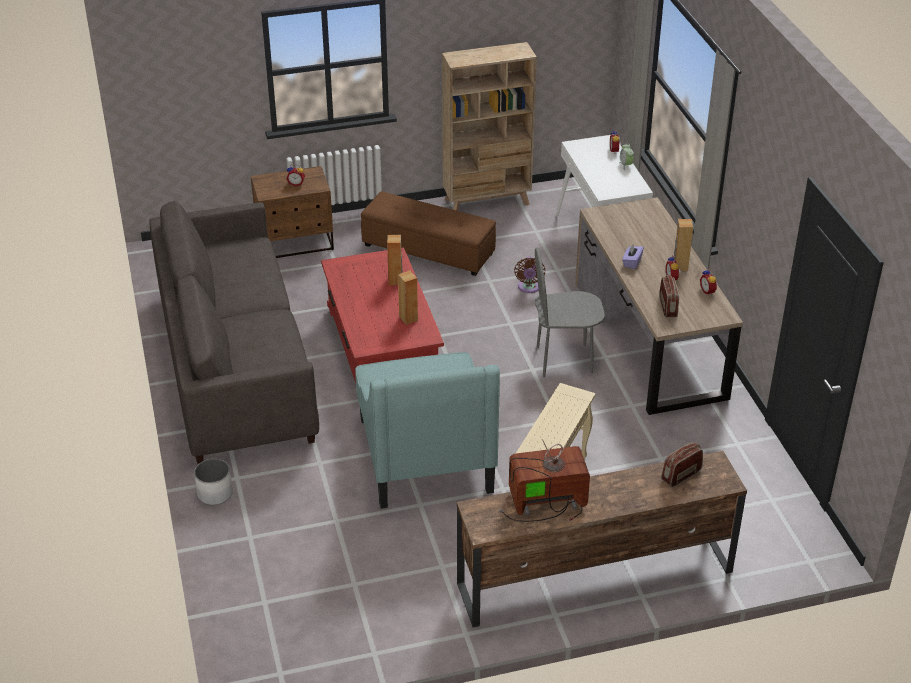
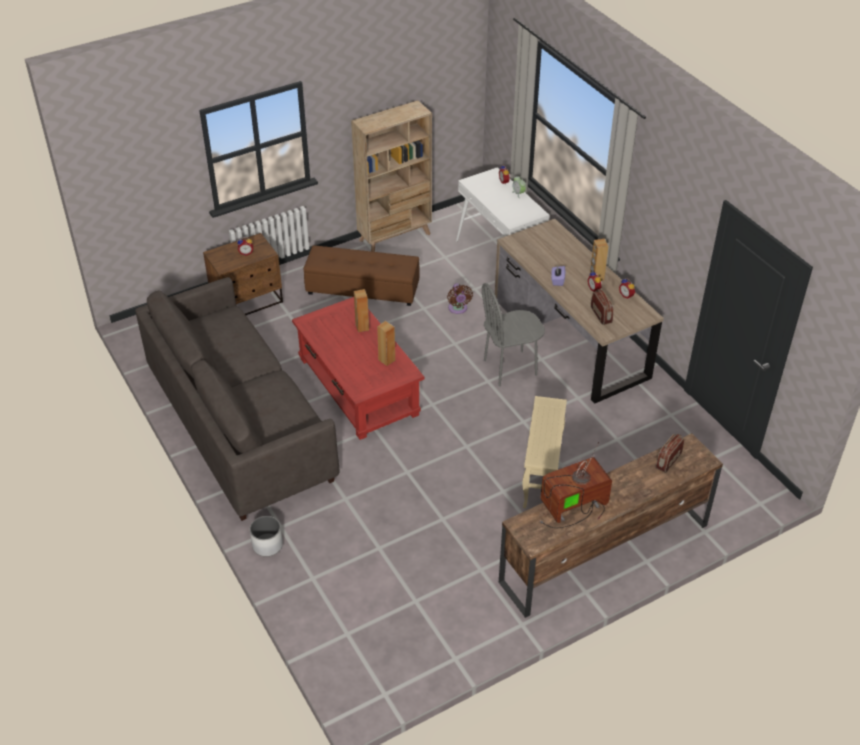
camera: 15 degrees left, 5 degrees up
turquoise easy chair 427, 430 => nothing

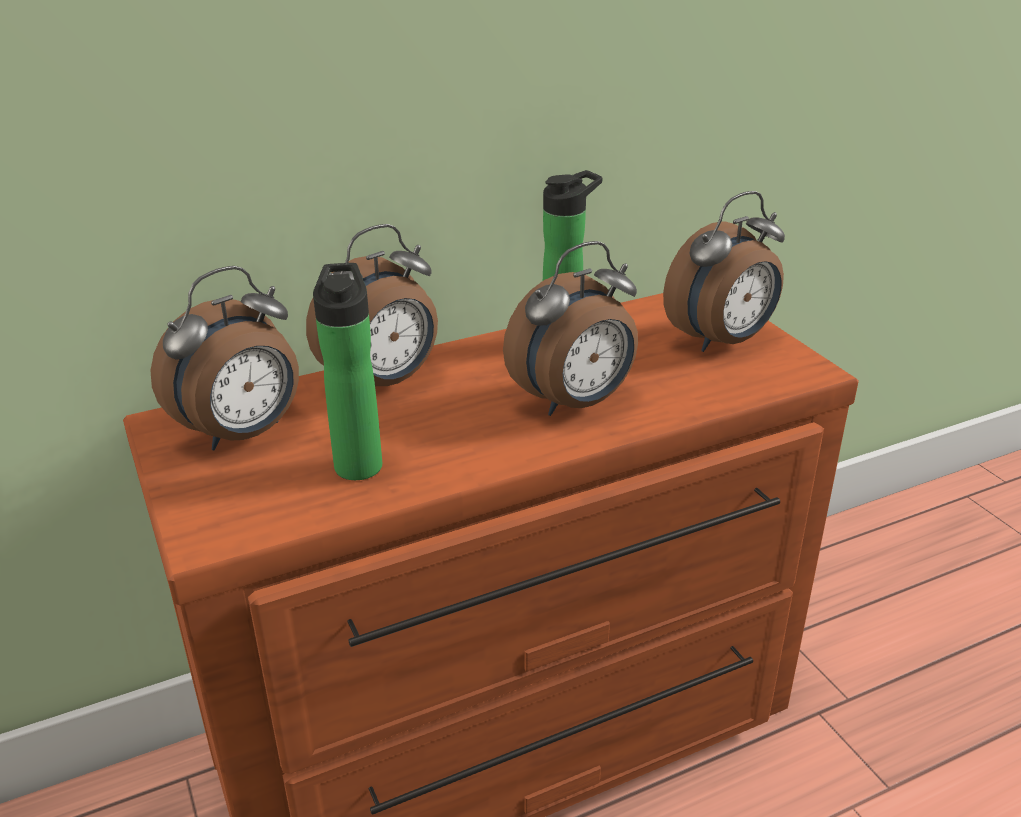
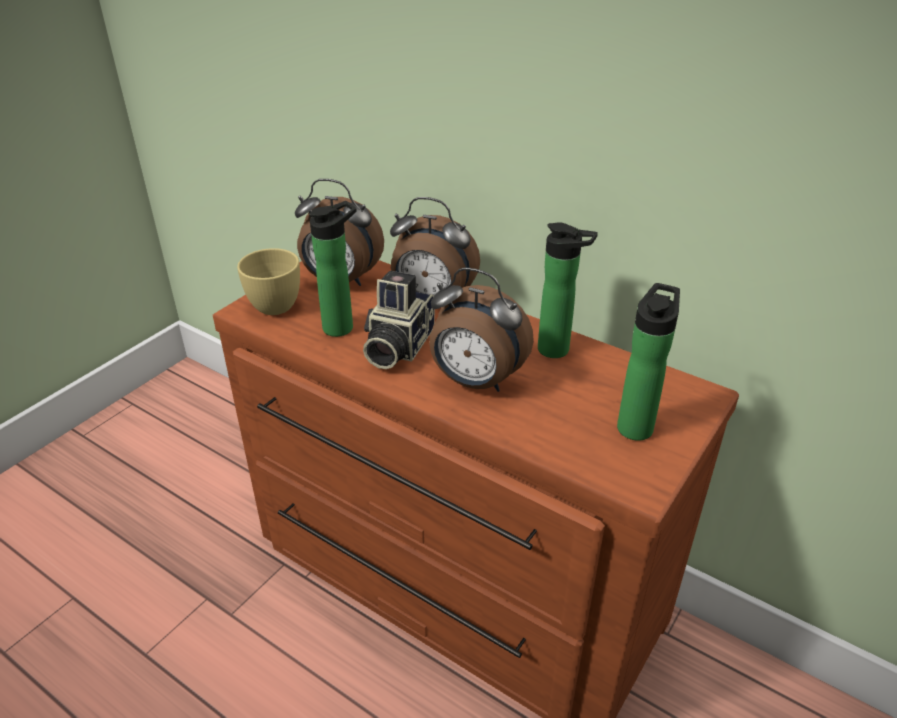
camera: 60 degrees right, 5 degrees up
nothing => yellow-coloured drinking cup 268, 281
nothing => still camera 399, 320
table clock 724, 271 => bottle 648, 362

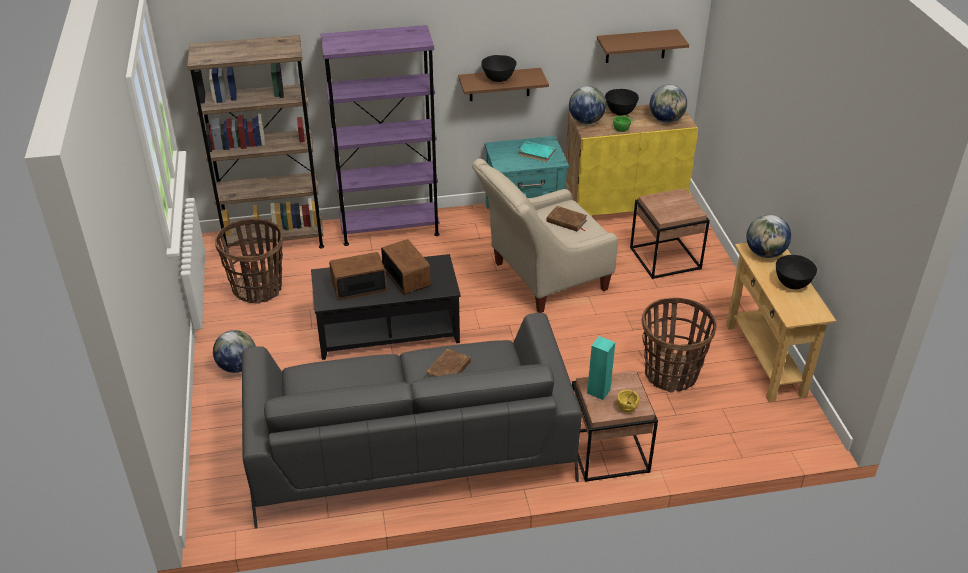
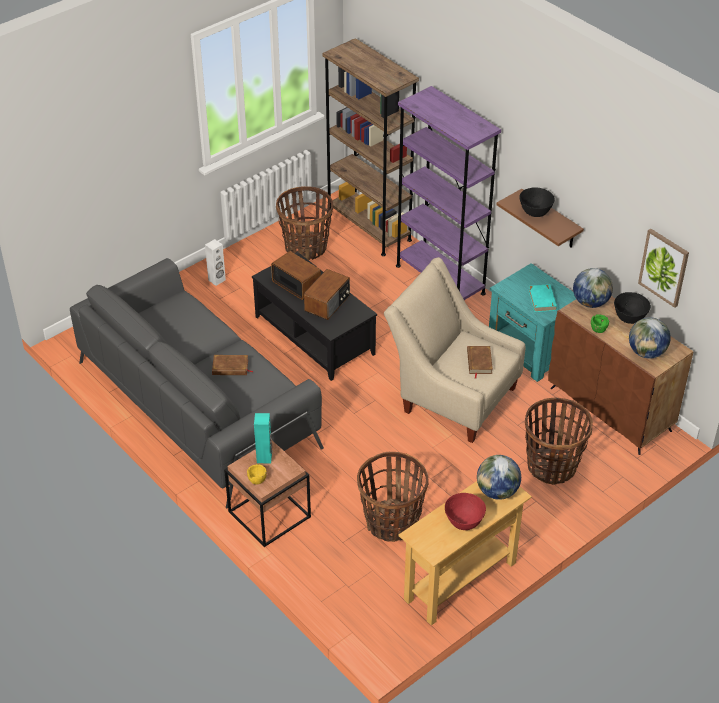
camera: 60 degrees right, 5 degrees up
desk globe 234, 351 => white-coloured loudspeaker 215, 262
black-coloured bowl 796, 272 => reddish bowl 465, 511
brownish end table 670, 233 => storage basket 559, 441
yellow-coloured cupboard 632, 160 => brownish cupboard 621, 375
brownish shelf 643, 46 => wall art 663, 268

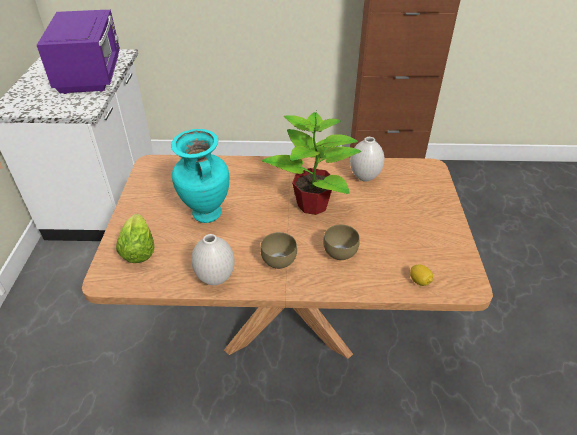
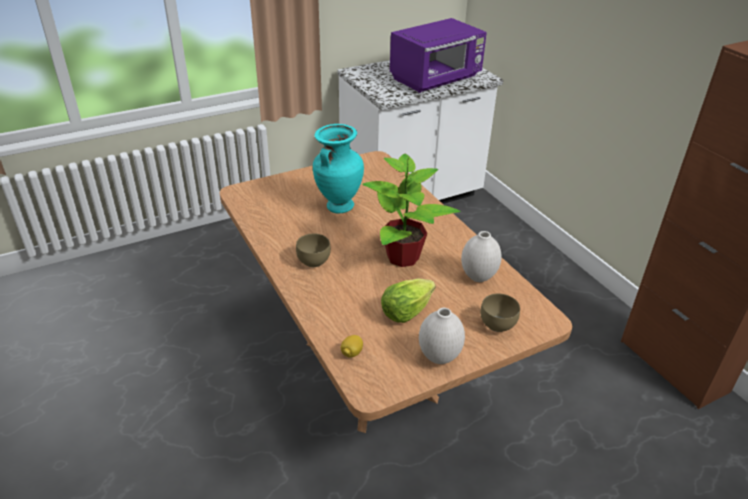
camera: 60 degrees right, 5 degrees down
lettuce head 135, 238 => lettuce head 408, 301, relocated
white-coloured decorative vase 213, 259 => white-coloured decorative vase 442, 336, relocated
brownish bowl 341, 242 => brownish bowl 500, 312, relocated

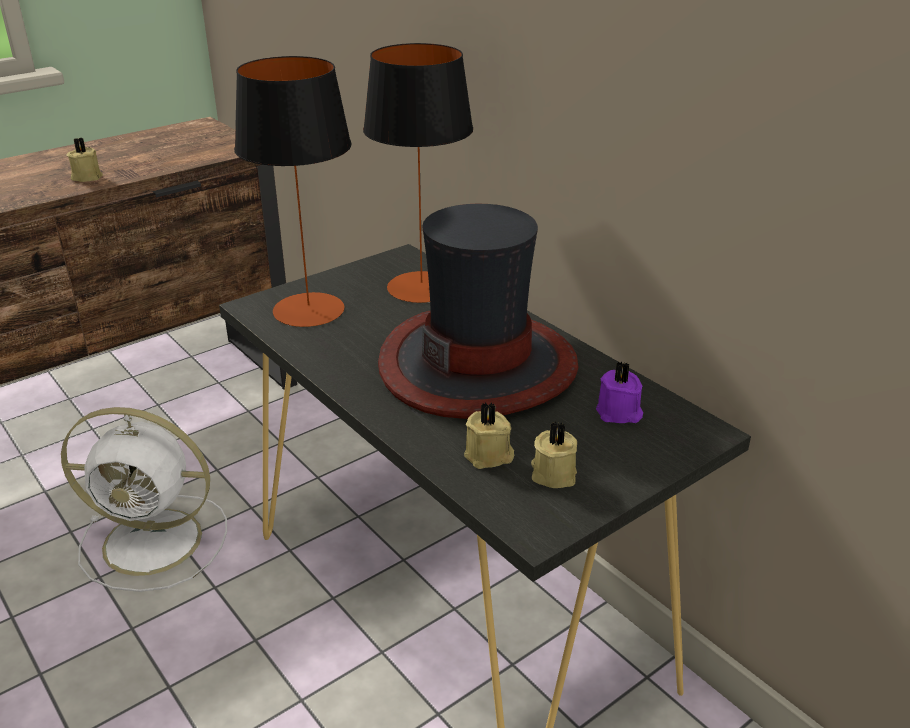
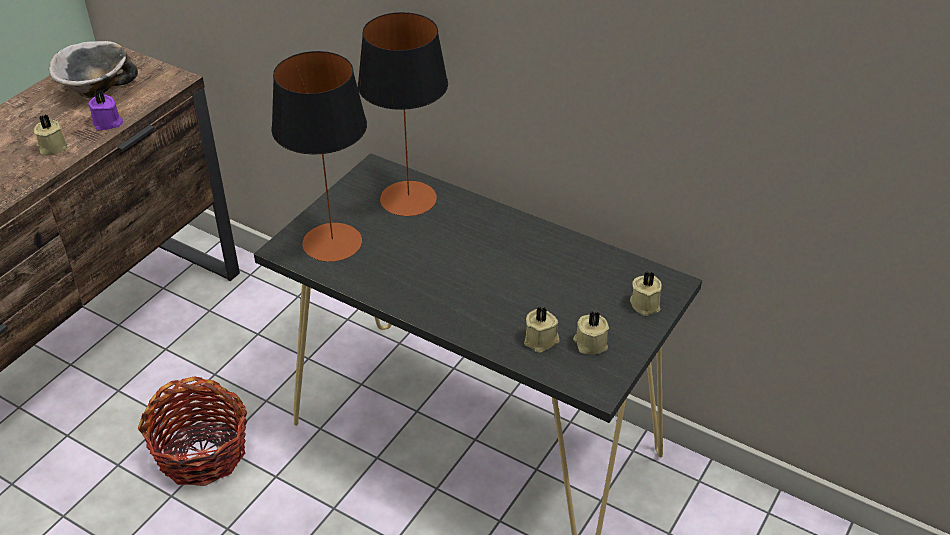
camera: 20 degrees left, 10 degrees up
nothing => bowl 93, 69
purple-coloured wax light 619, 392 => purple-coloured wax light 105, 110, relocated
white-coloured cooling fan 144, 499 => storage basket 192, 431
nothing => beige wax light 646, 293
clothing hat 478, 311 => nothing

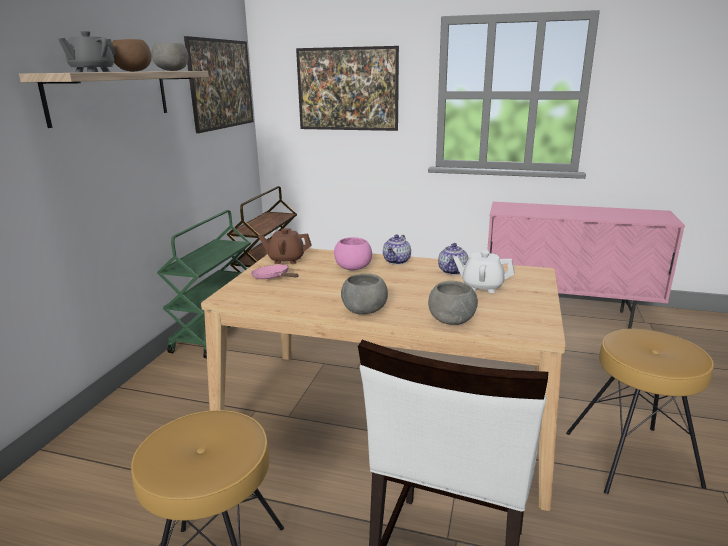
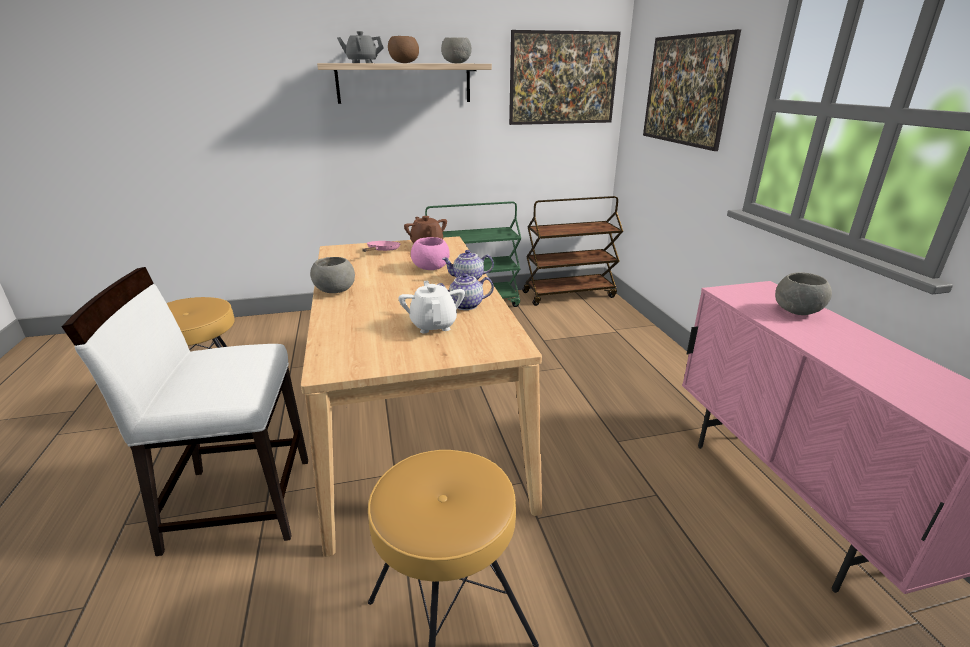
camera: 60 degrees right, 5 degrees up
greyish bowl 453, 303 => greyish bowl 803, 293, relocated

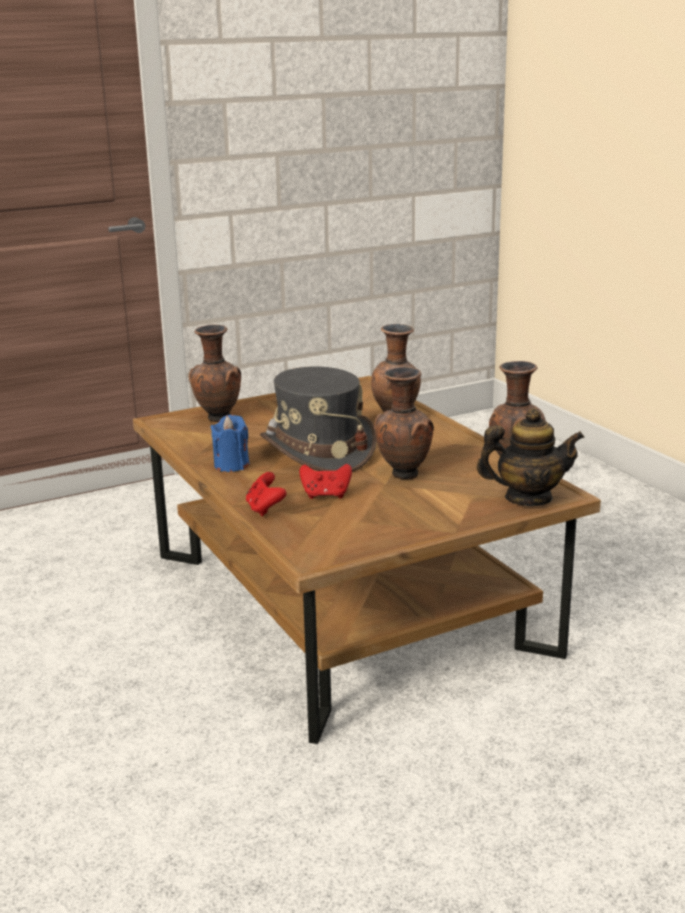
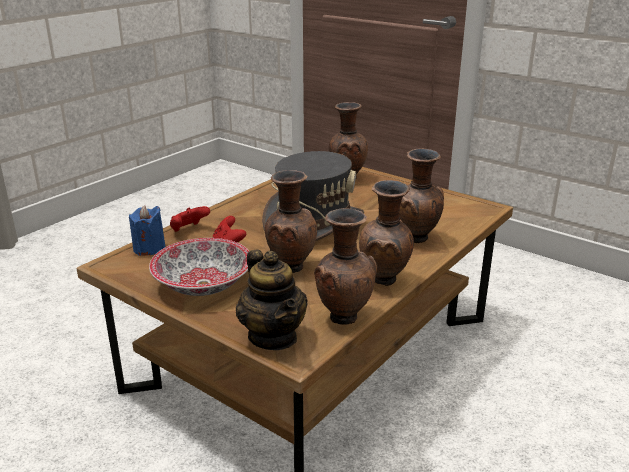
camera: 65 degrees right, 5 degrees up
blue wax light 230, 443 => blue wax light 147, 230, relocated
nothing => bowl 199, 267
nothing => brownish decorative vase 386, 233

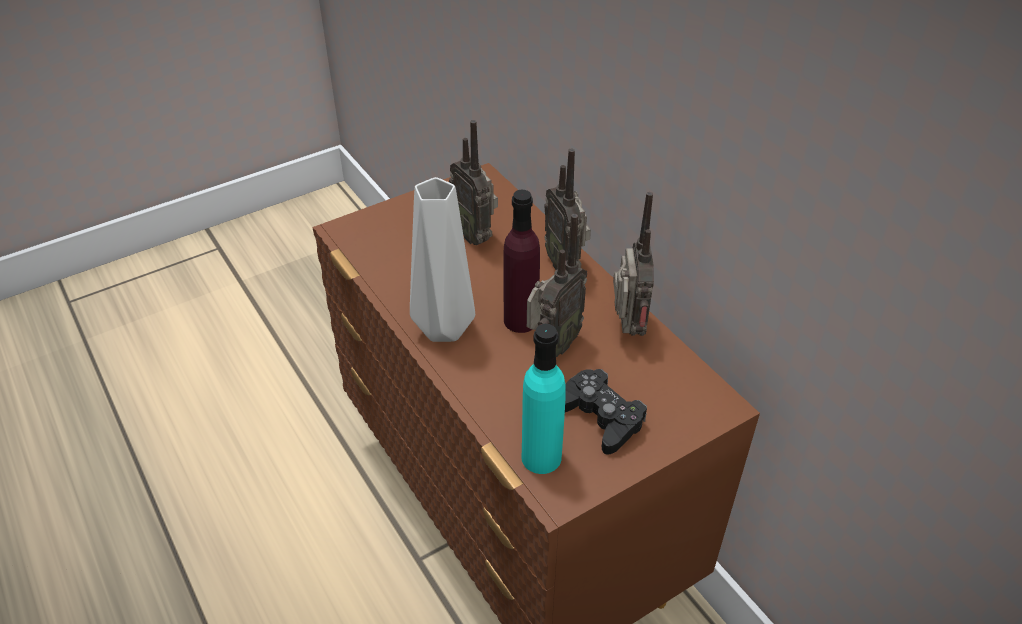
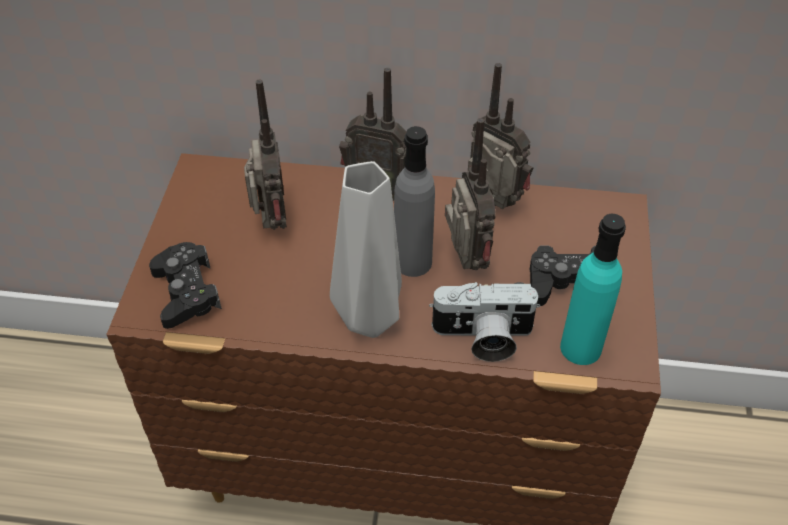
camera: 50 degrees left, 5 degrees up
nothing => black-coloured joypad 185, 285
radio set 473, 182 => radio set 265, 155, 105 degrees counterclockwise
purple-coloured bottle 521, 261 => greyish bottle 414, 201
nothing => still camera 484, 322

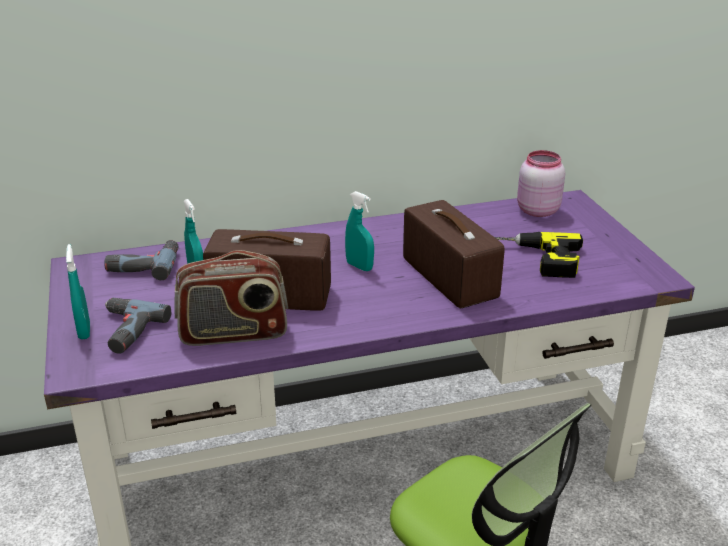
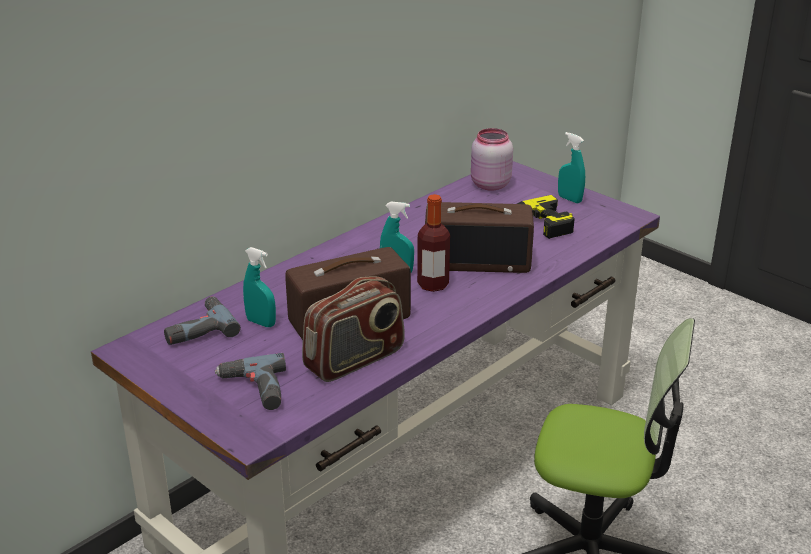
camera: 30 degrees left, 0 degrees up
nothing => bottle 433, 243
radio set 454, 254 => radio set 479, 237, 150 degrees clockwise
turquoise hand sprayer 78, 292 => turquoise hand sprayer 571, 167, relocated

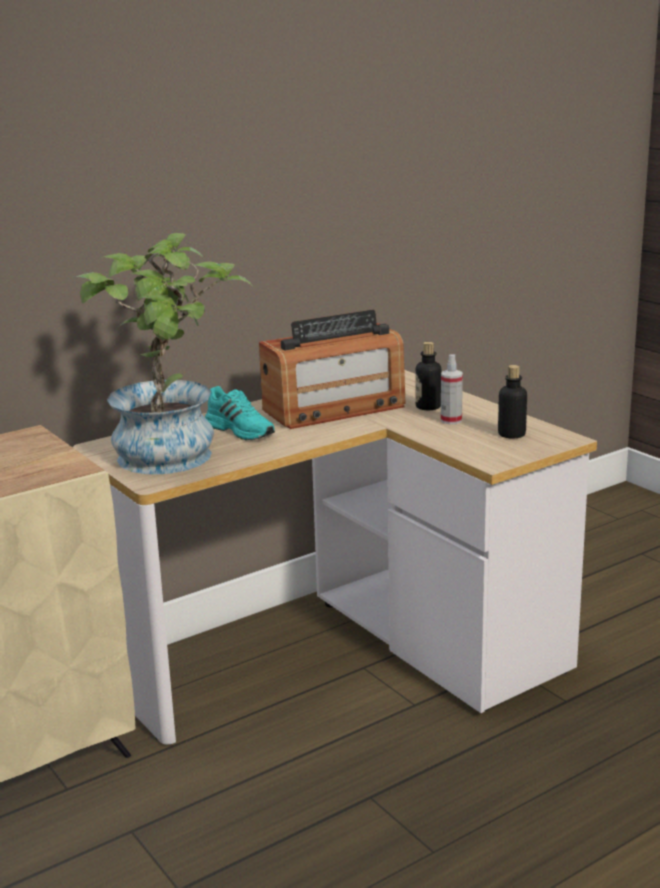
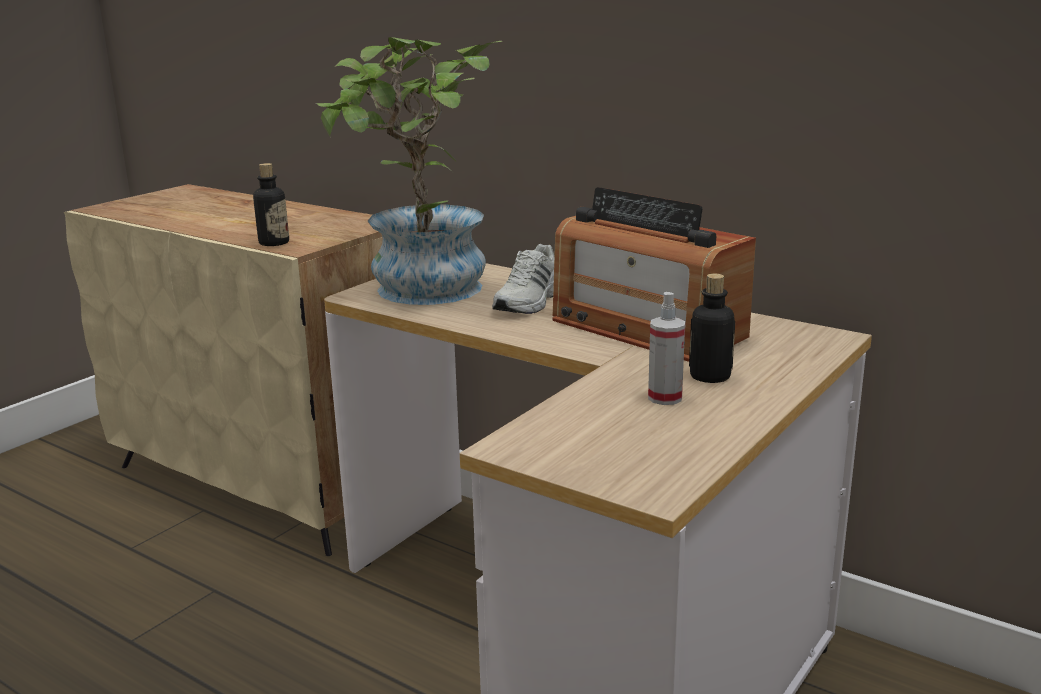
camera: 70 degrees right, 0 degrees up
bottle 512, 402 => bottle 271, 204, relocated
turquoise item of footwear 240, 413 => white-coloured item of footwear 523, 279

